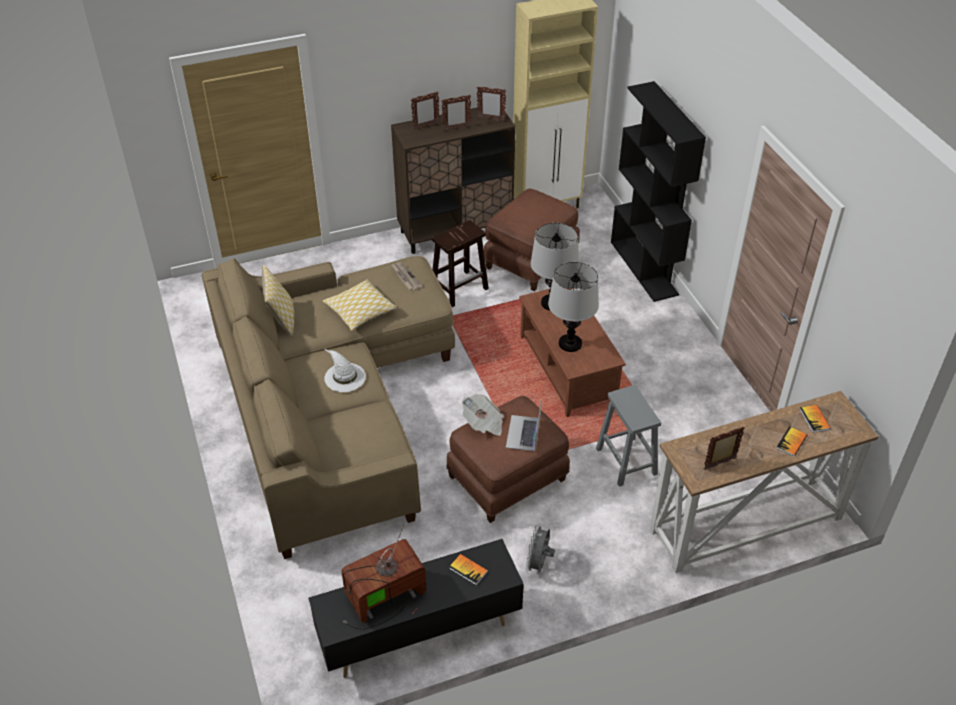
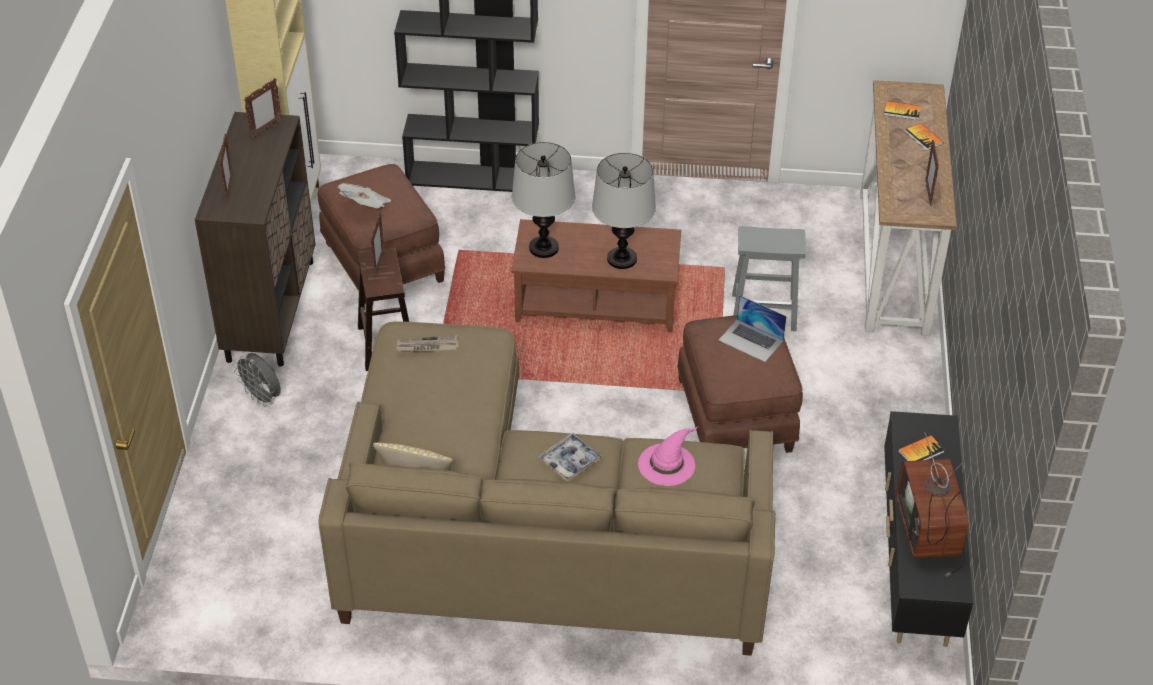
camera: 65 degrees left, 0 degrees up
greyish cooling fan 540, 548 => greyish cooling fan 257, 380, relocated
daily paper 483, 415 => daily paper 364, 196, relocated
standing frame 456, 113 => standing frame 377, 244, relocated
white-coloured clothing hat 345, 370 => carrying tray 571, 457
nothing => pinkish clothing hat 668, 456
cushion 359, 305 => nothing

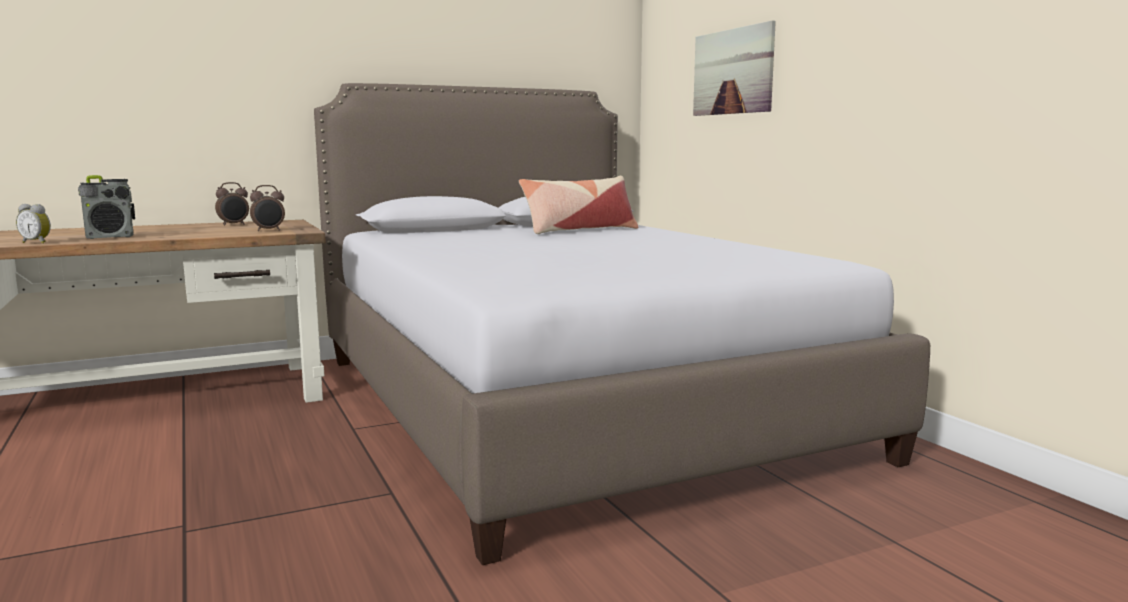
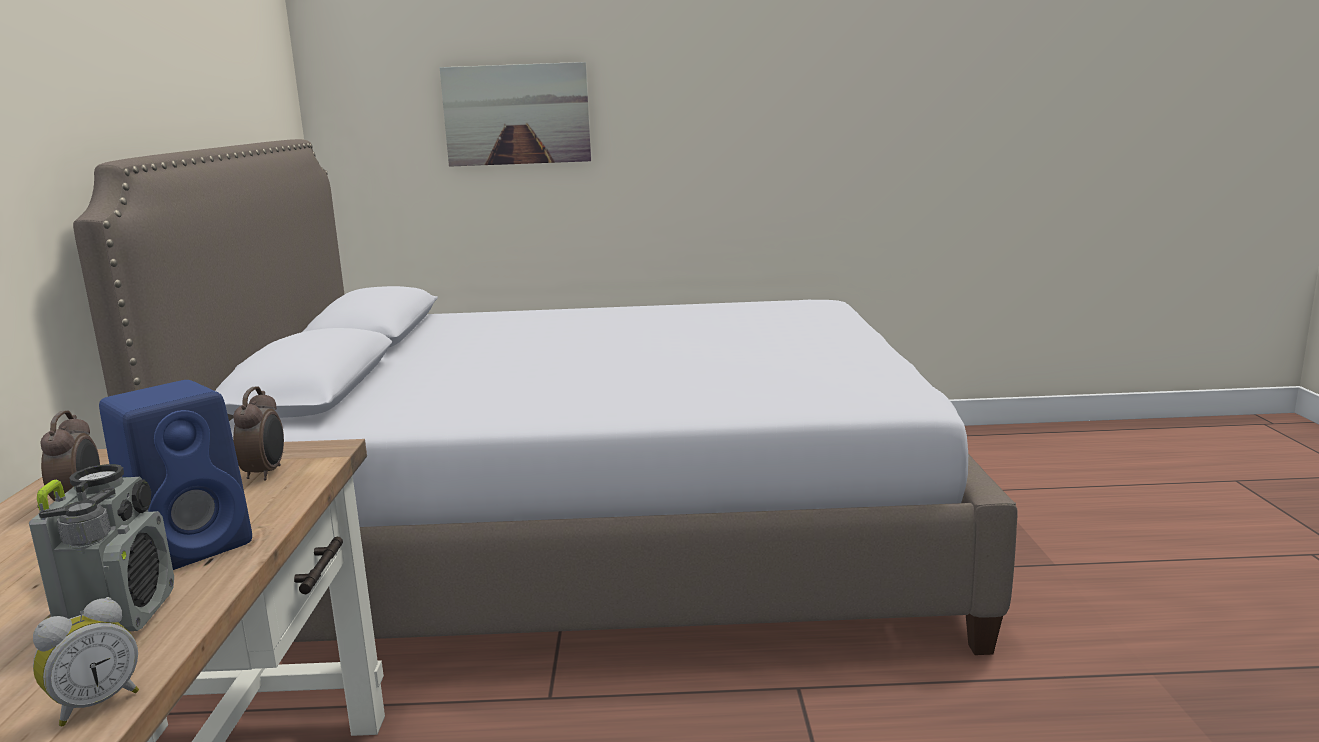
camera: 65 degrees left, 5 degrees up
nothing => blue loudspeaker 175, 475
cushion 579, 205 => nothing

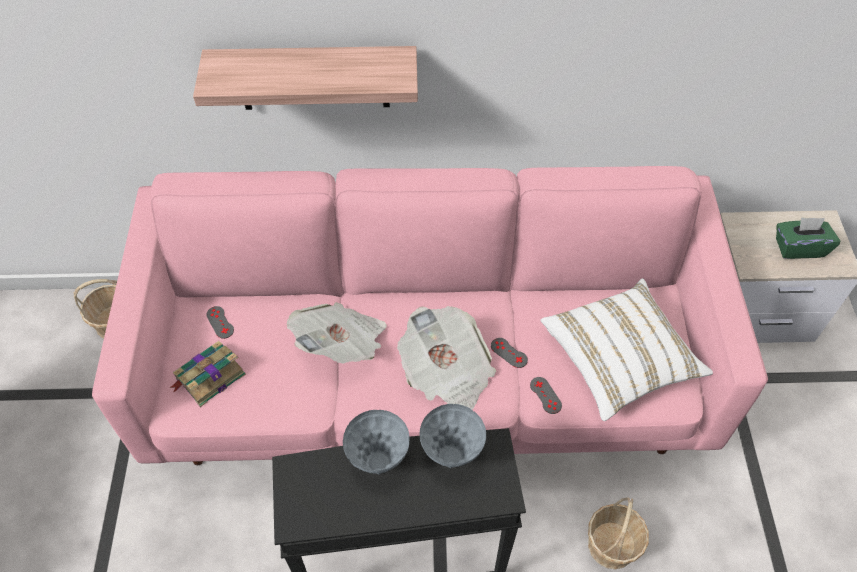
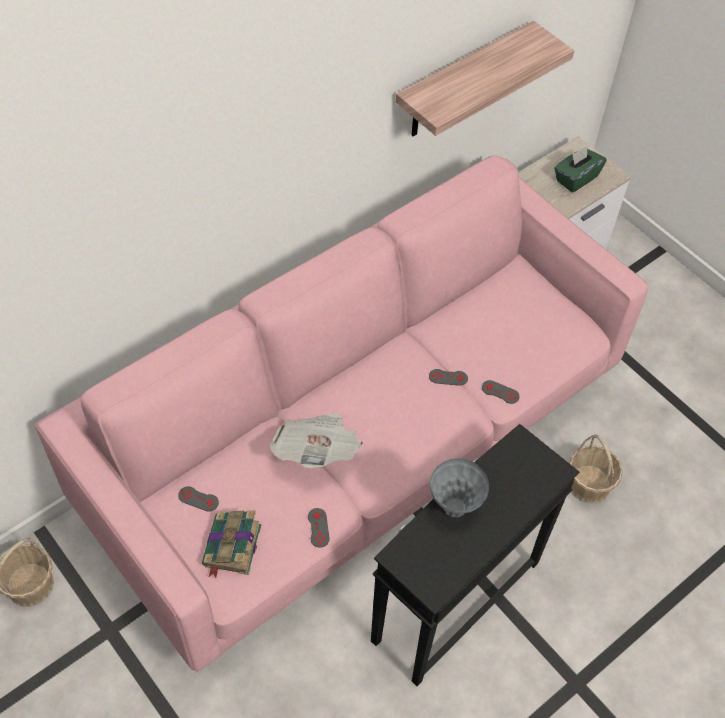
camera: 40 degrees left, 0 degrees up
nothing => greyish joypad 319, 528
shelf 305, 78 => shelf 485, 78, relocated
daily paper 446, 358 => nothing
greyish decorative vase 452, 436 => nothing
white-coloured cushion 626, 349 => nothing

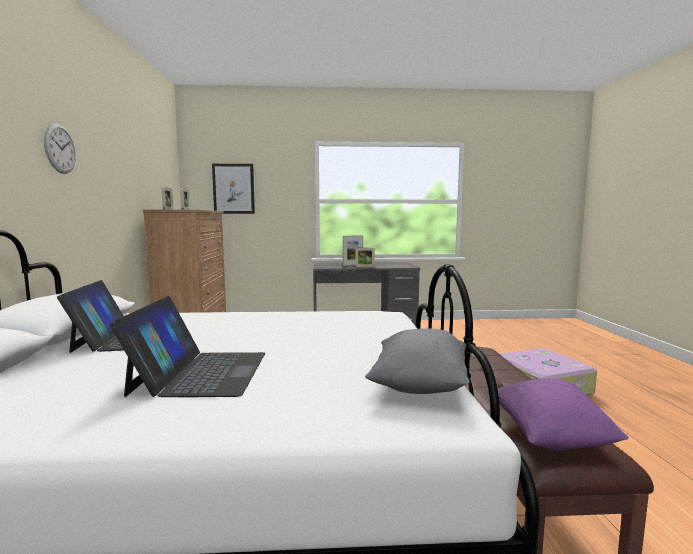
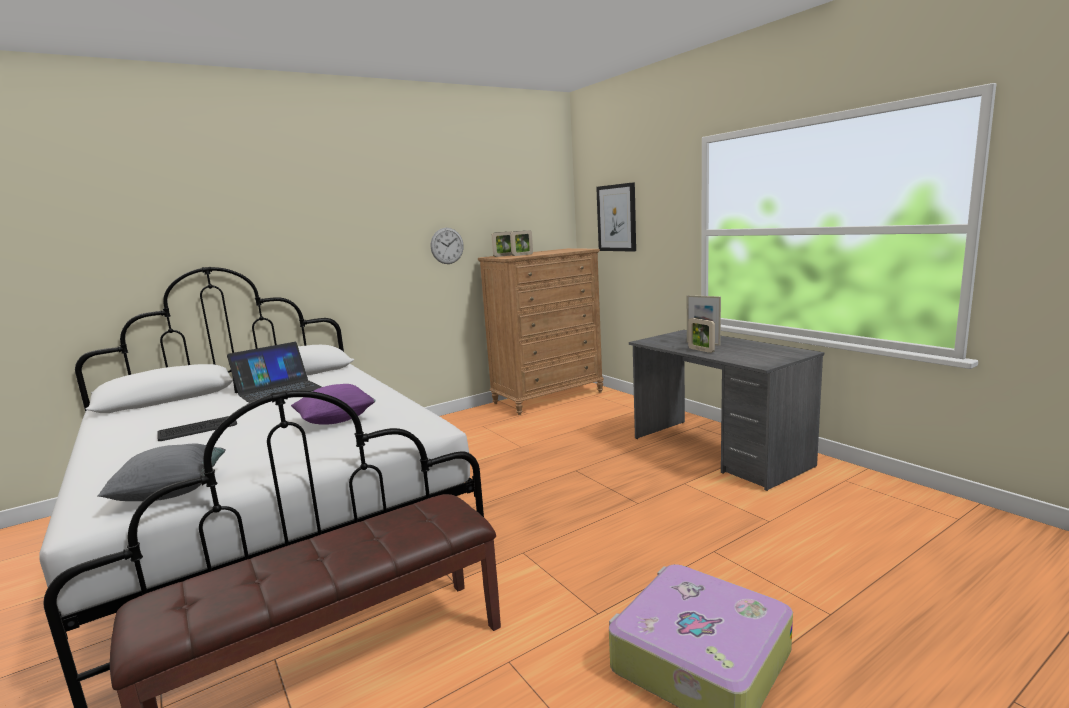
camera: 60 degrees right, 5 degrees up
notebook computer 187, 346 => PC keyboard 197, 428
purple-coloured cushion 558, 414 => purple-coloured cushion 333, 404, relocated
clock on the wall 60, 148 => clock on the wall 447, 246, relocated

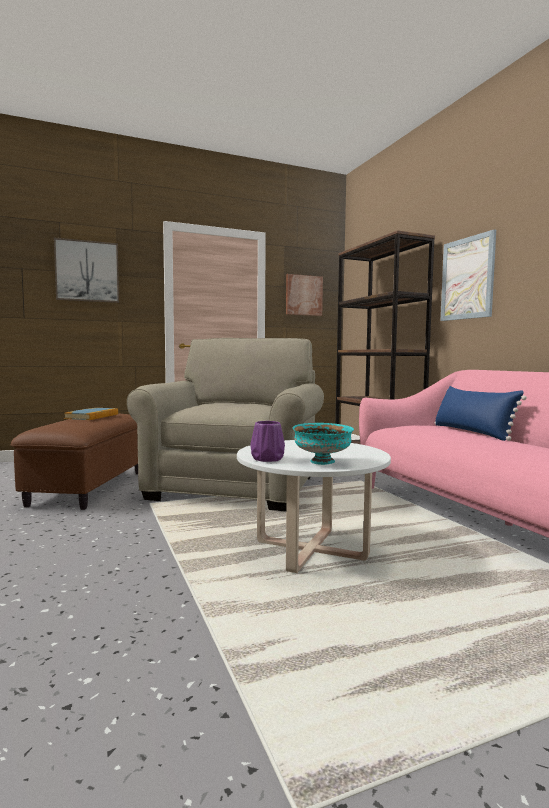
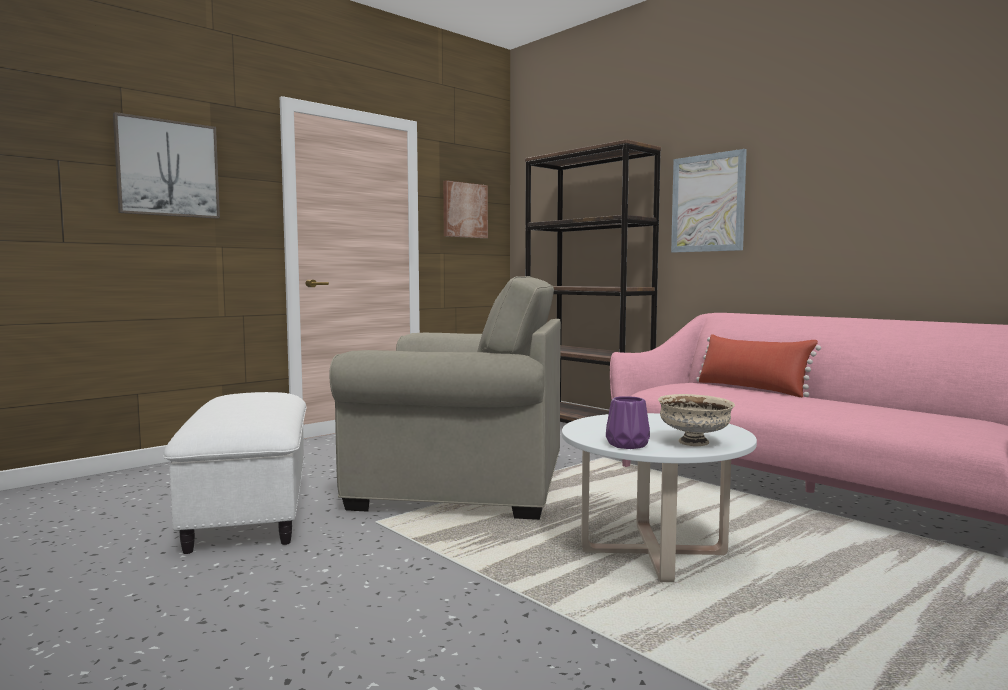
camera: 20 degrees left, 0 degrees up
brownish ottoman 74, 461 => white-coloured ottoman 235, 473
beige easy chair 225, 424 => beige easy chair 445, 398, 105 degrees clockwise
turquoise bowl 323, 444 => beige bowl 696, 420
blue cushion 481, 413 => reddish cushion 758, 365
bound book 91, 414 => nothing

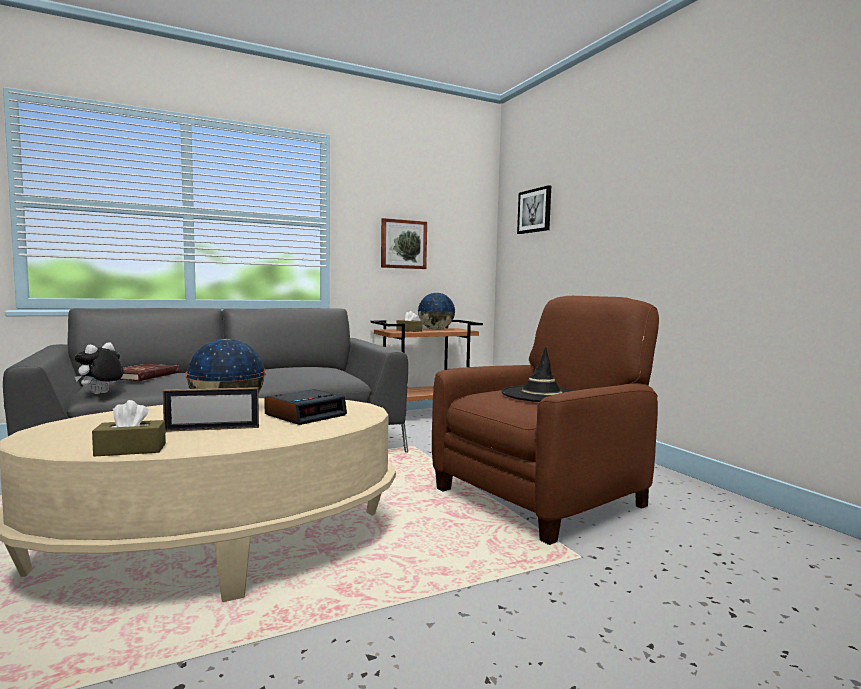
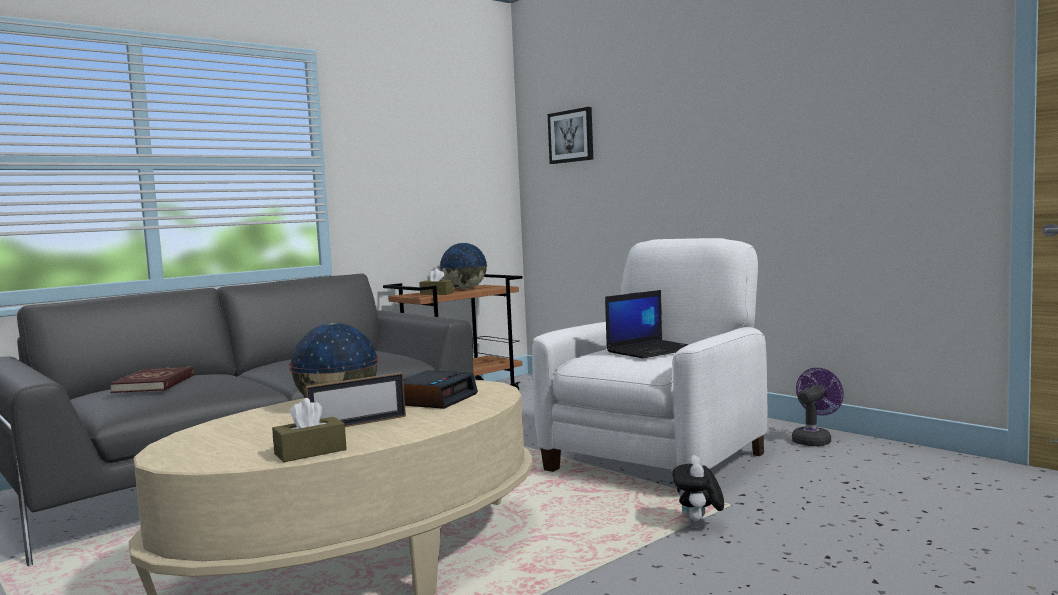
camera: 15 degrees left, 0 degrees up
brownish easy chair 545, 420 => white-coloured easy chair 649, 355
black-coloured clothing hat 538, 374 => notebook computer 647, 324
soft toy 99, 368 => soft toy 698, 491, relocated
nothing => purple-coloured cooling fan 818, 407
wall art 404, 243 => nothing

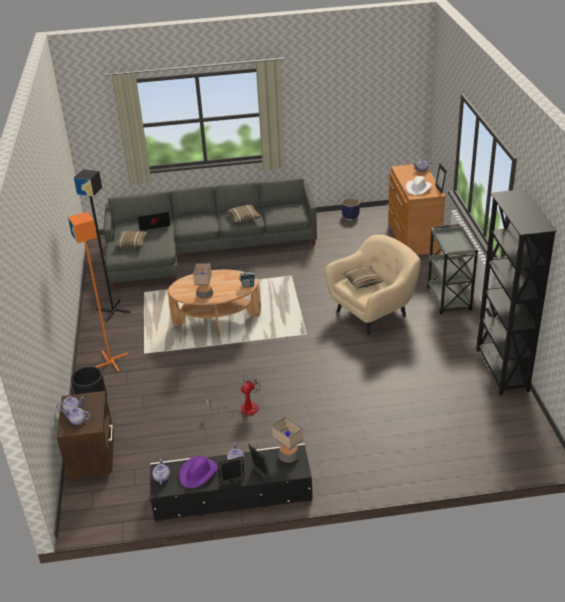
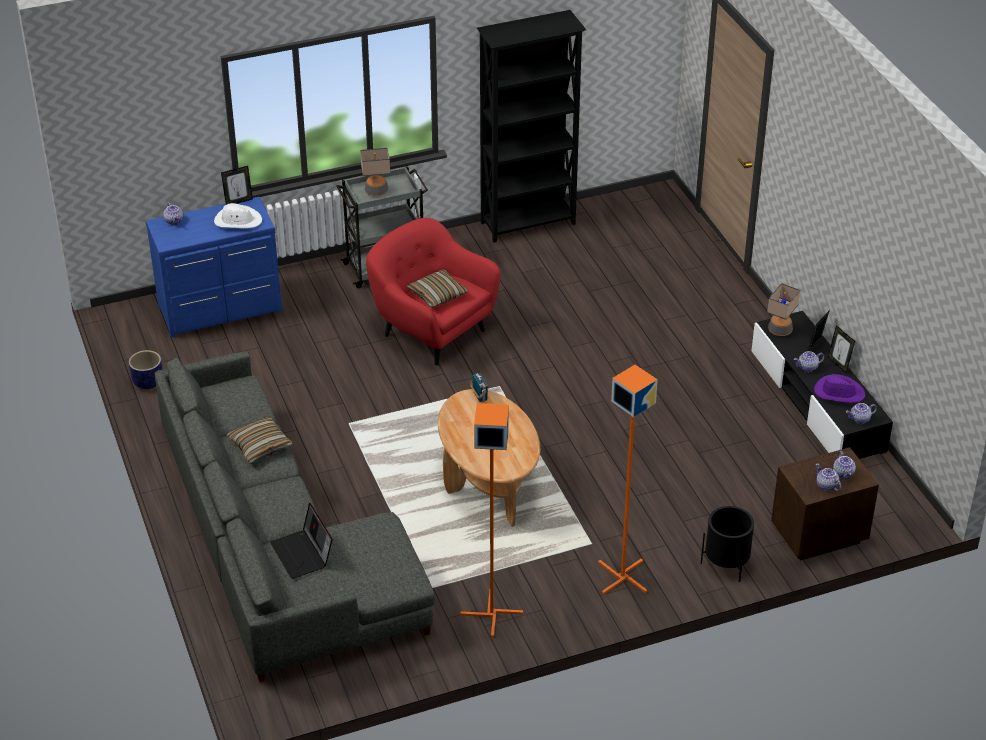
camera: 105 degrees left, 5 degrees up
brownish dresser 416, 209 => blue dresser 214, 267
table lamp 203, 281 => table lamp 375, 172, relocated
beige easy chair 372, 285 => reddish easy chair 433, 291
black-coloured standard lamp 102, 245 => orange-coloured standard lamp 491, 520
cushion 131, 239 => nothing
cooling fan 233, 395 => nothing

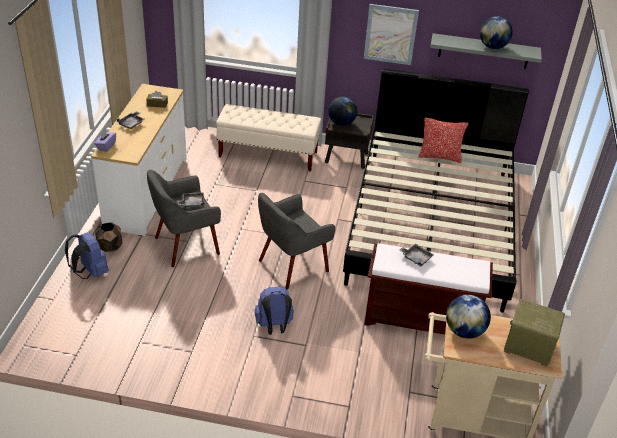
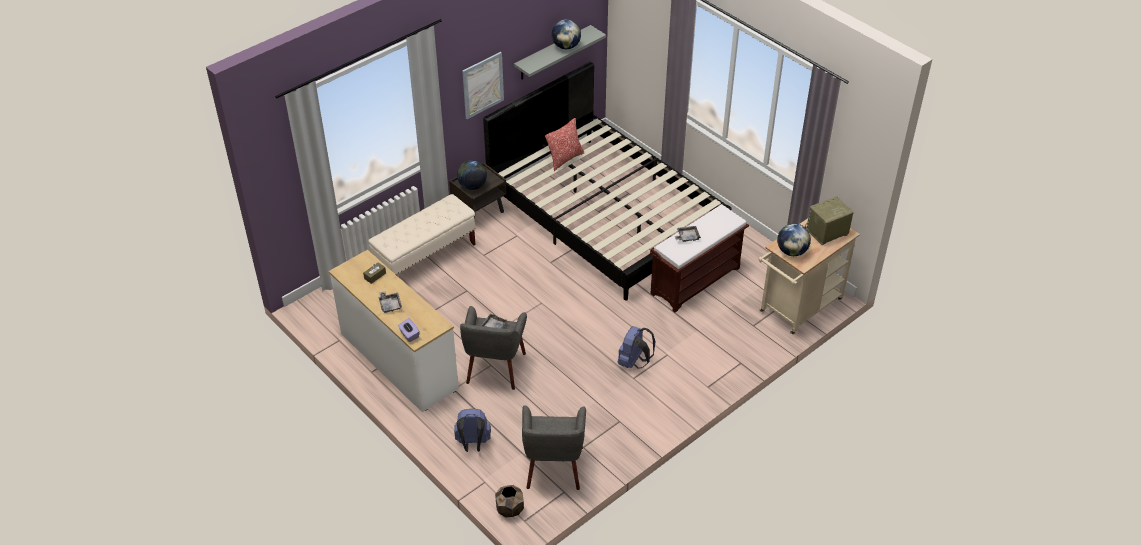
camera: 50 degrees left, 5 degrees up
brownish plant pot 109, 237 => brownish plant pot 509, 501, relocated
greyish easy chair 296, 241 => greyish easy chair 554, 447, relocated

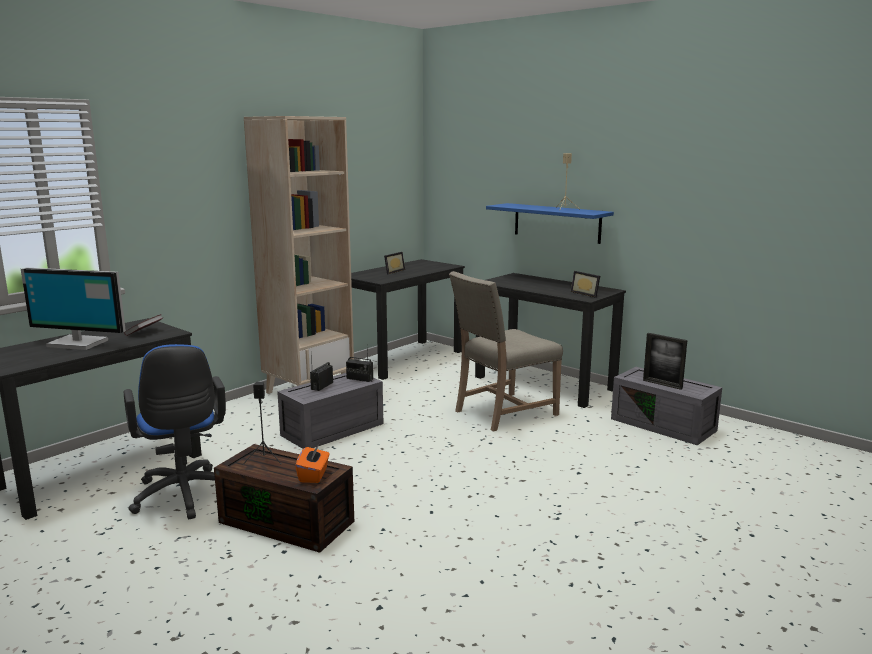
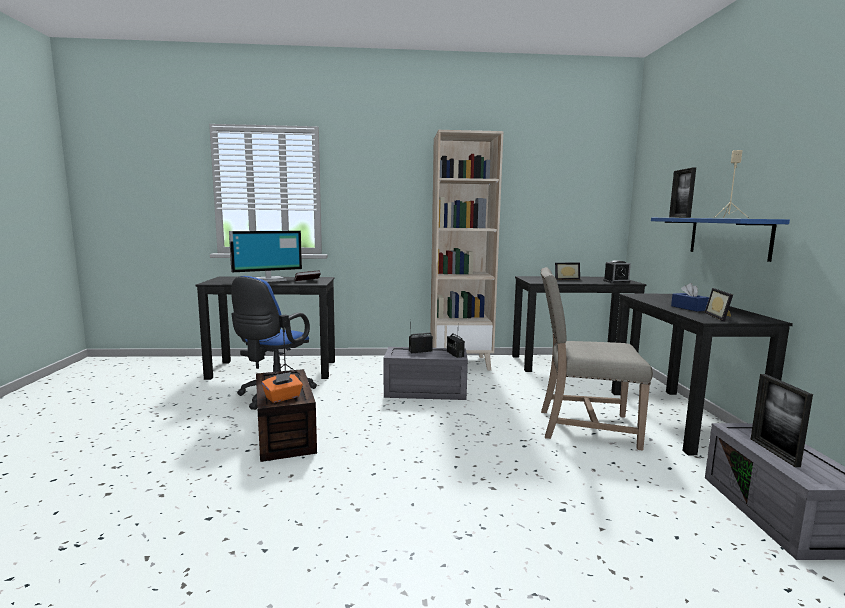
camera: 45 degrees right, 5 degrees down
computer screen 73, 309 => computer screen 265, 256, 90 degrees counterclockwise
nothing => table clock 617, 271
nothing => standing frame 682, 193
nothing => blue tissue box 690, 297

